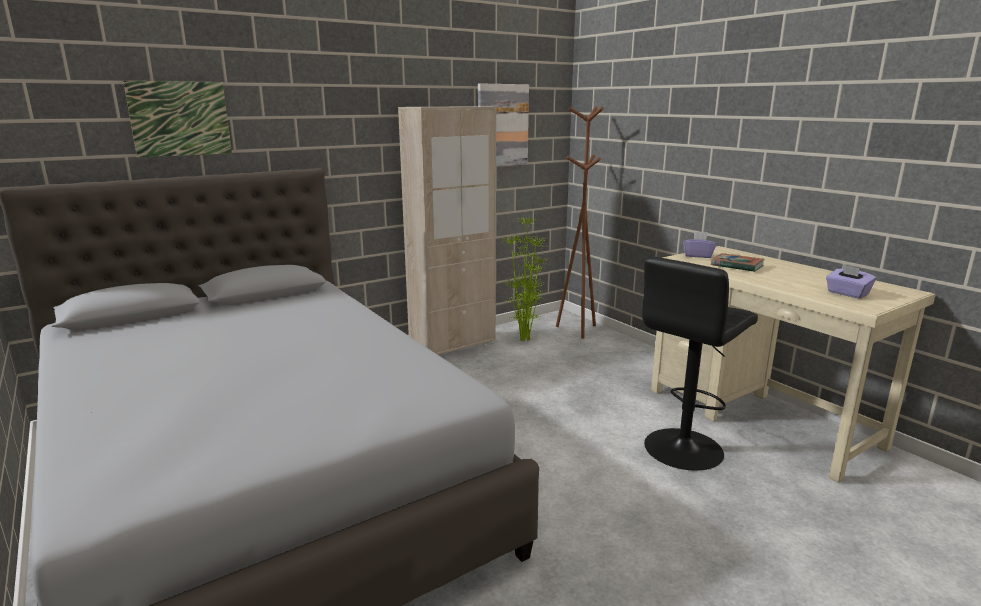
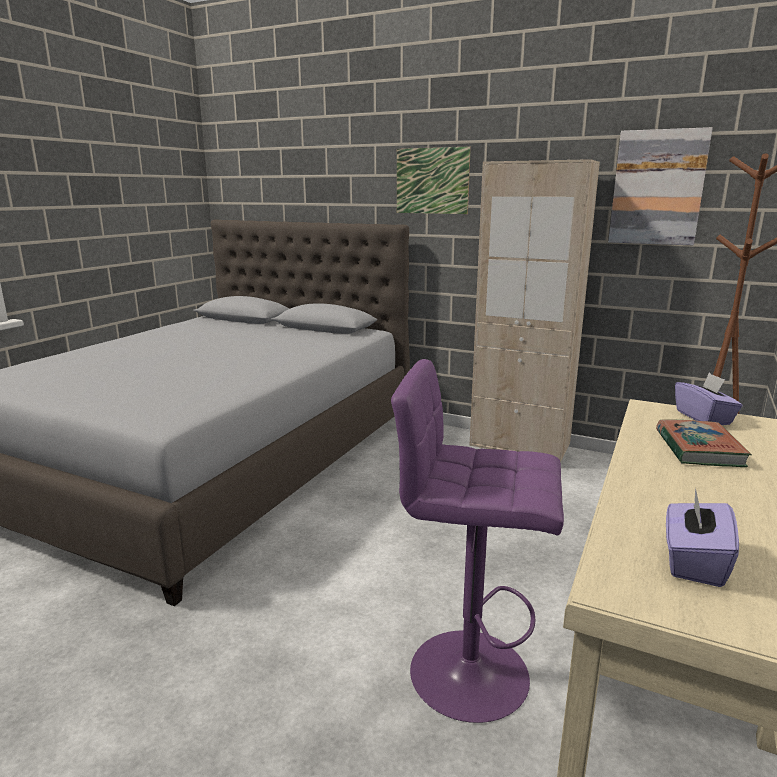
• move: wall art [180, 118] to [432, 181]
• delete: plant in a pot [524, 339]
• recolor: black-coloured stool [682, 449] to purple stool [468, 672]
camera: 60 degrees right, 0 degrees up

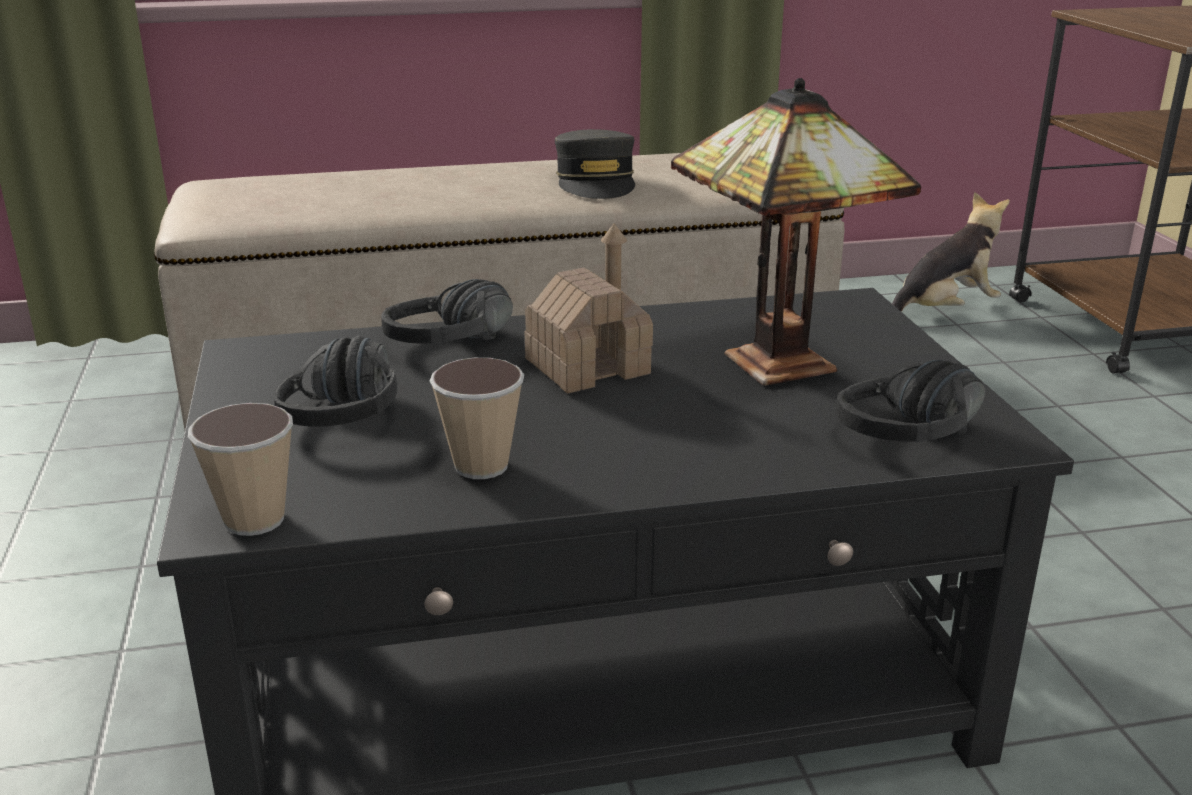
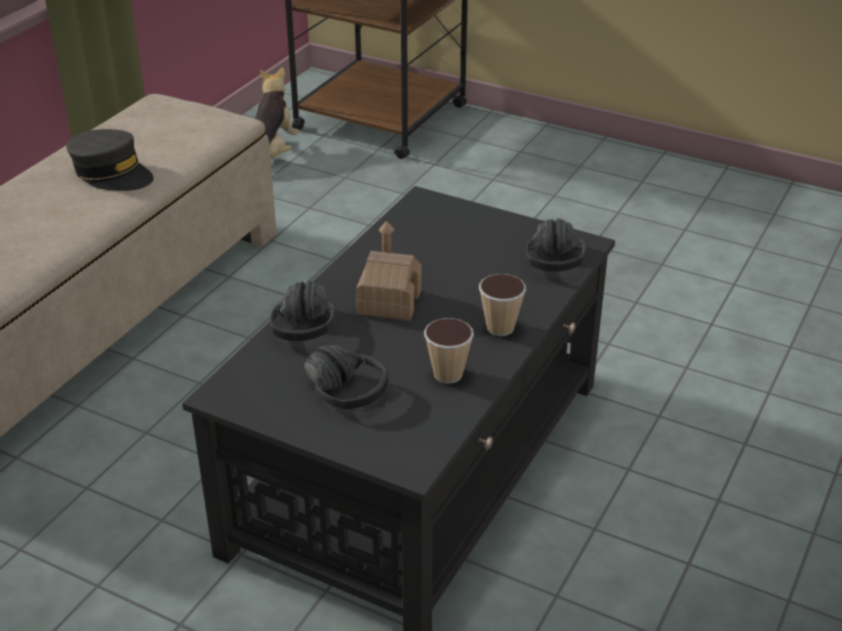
• delete: lamp for a table [771, 361]
• move: cup [254, 520] to [500, 328]
camera: 50 degrees left, 10 degrees up

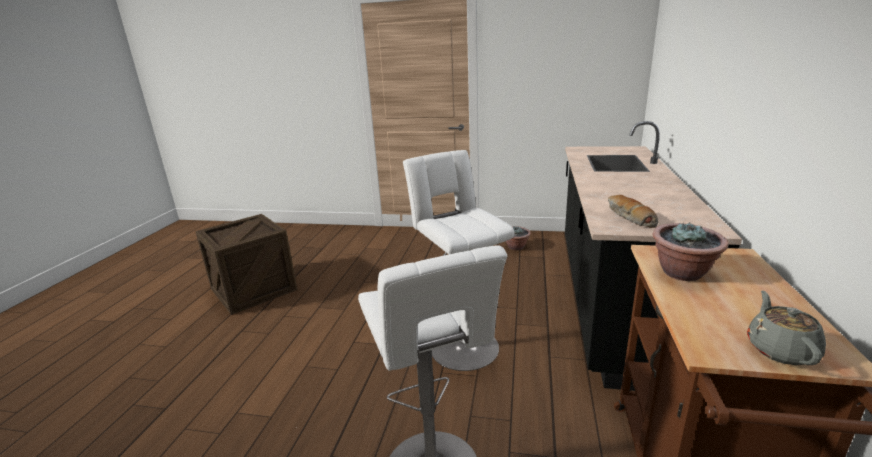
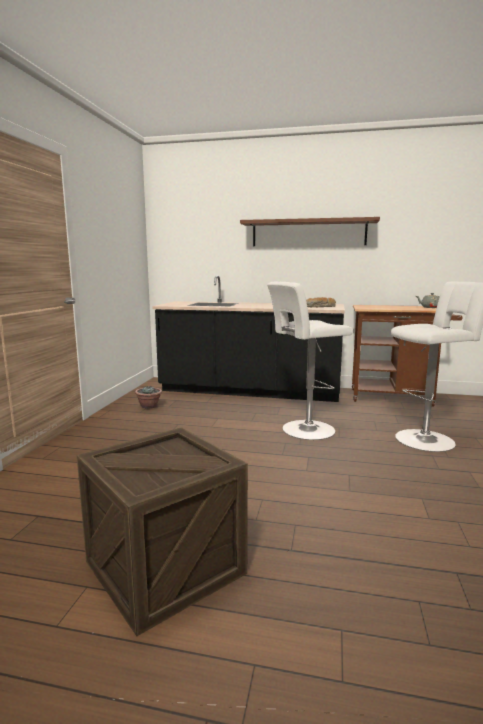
• delete: plant in a pot [683, 273]
• insert: brown-coloured shelf [308, 233]
camera: 90 degrees left, 10 degrees down

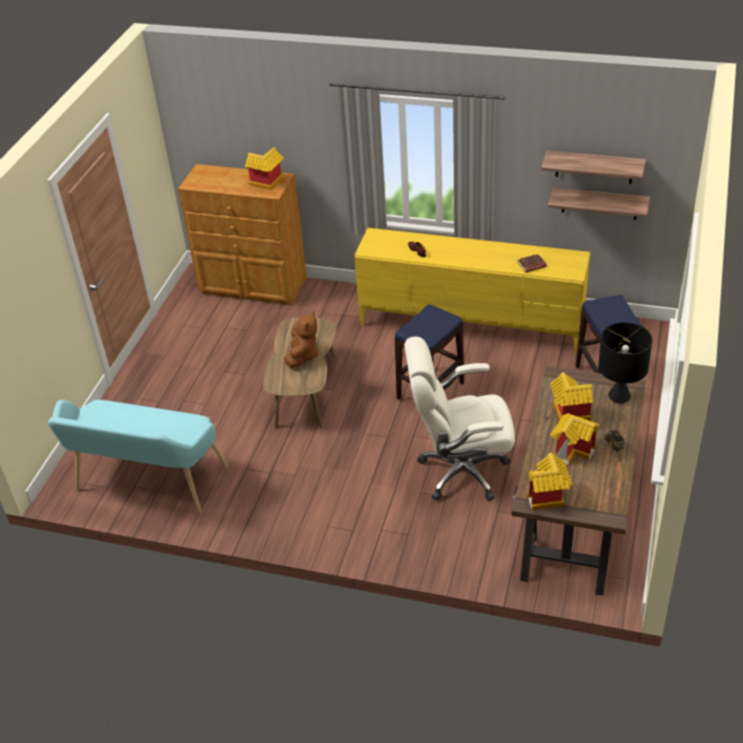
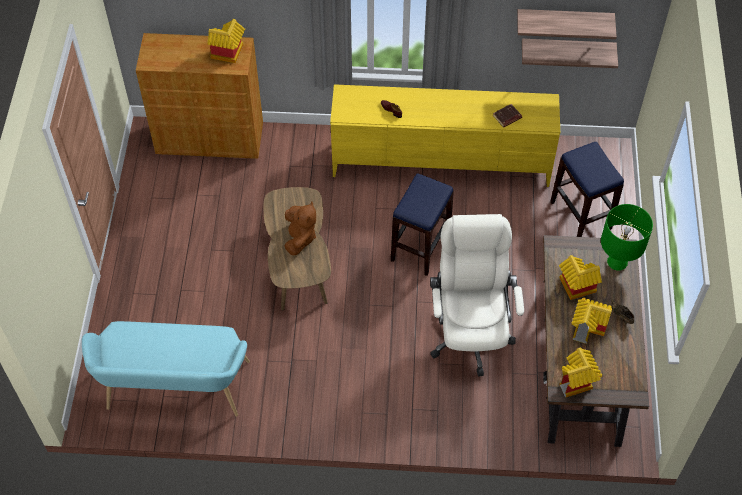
• recolor: black-coloured lamp for a table [619, 397] to green-coloured lamp for a table [617, 263]
• rotate: white office chair [460, 472] = [470, 336] 105 degrees clockwise
camera: 15 degrees left, 15 degrees up

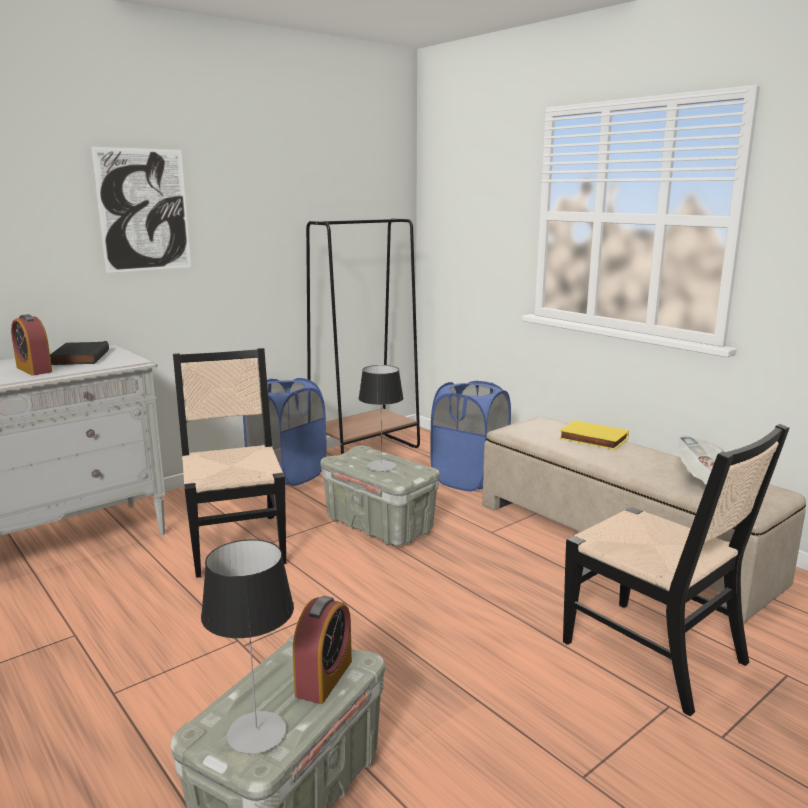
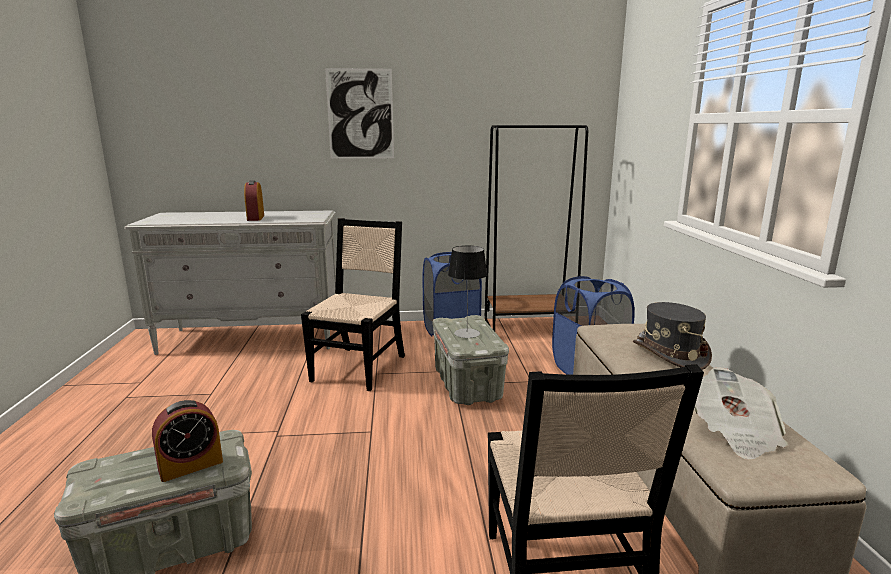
• delete: black-coloured book [79, 357]
• replace: yellow-coloured book [592, 439] to grey clothing hat [669, 354]
• delete: lamp for a table [256, 732]
camera: 35 degrees right, 0 degrees up

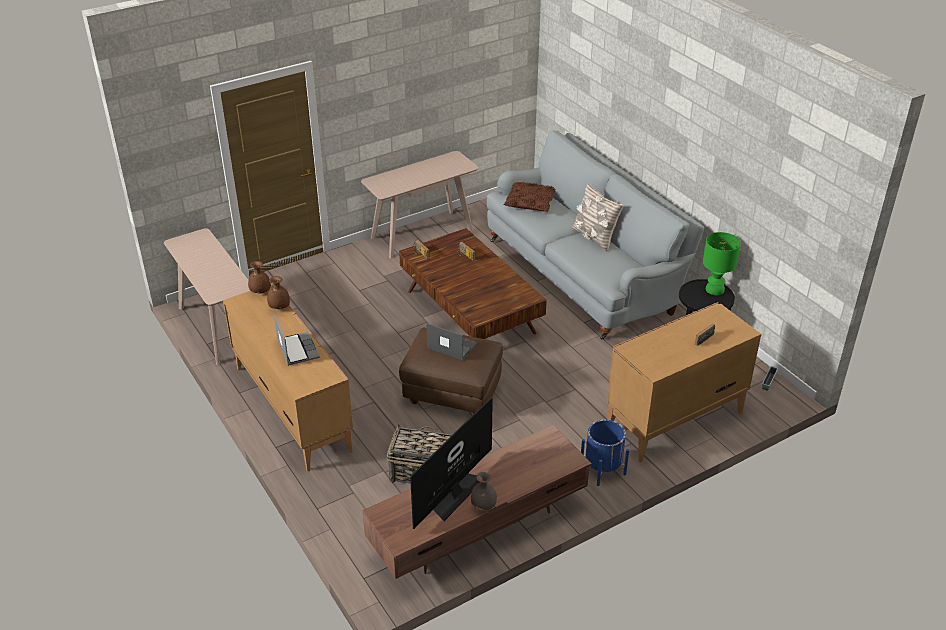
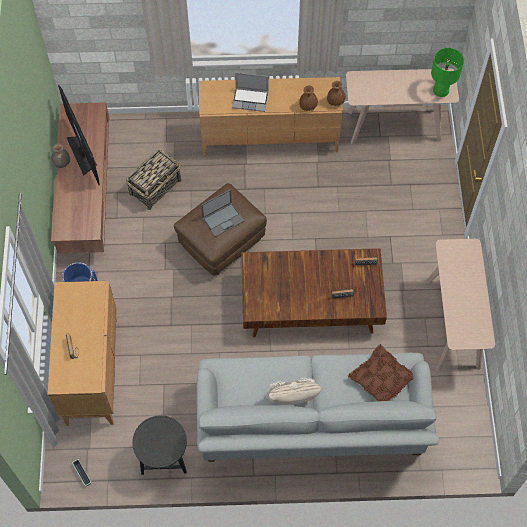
• move: green-coloured lamp for a table [714, 289] to [441, 90]
camera: 120 degrees right, 25 degrees up

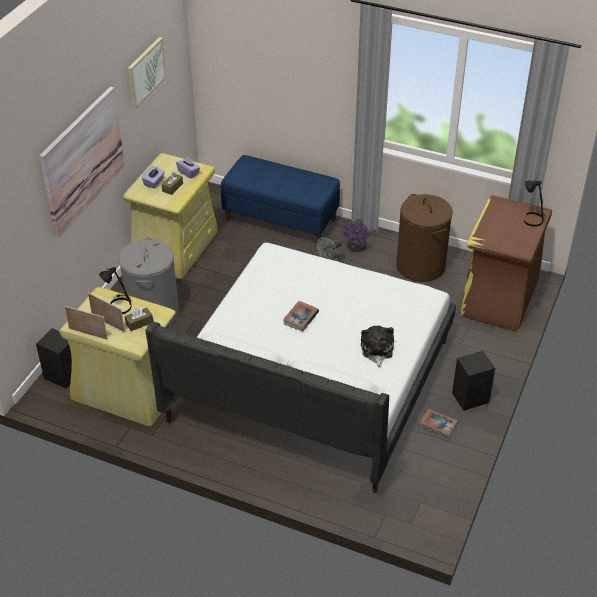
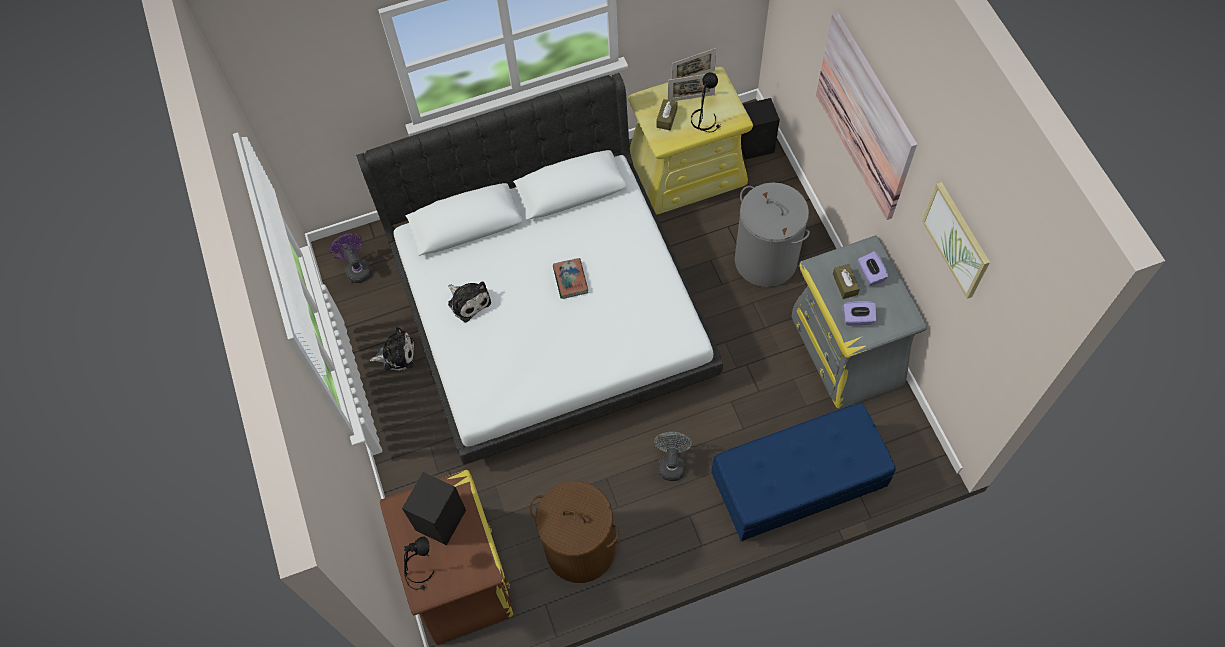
• recolor: yellow-coloured nightstand [177, 248] to grey nightstand [846, 351]
• move: purple fan [356, 248] to [357, 268]
• move: black-coloured audio speaker [471, 397] to [440, 521]
• replace: book [438, 425] to plush toy [396, 354]
camera: 140 degrees right, 20 degrees up

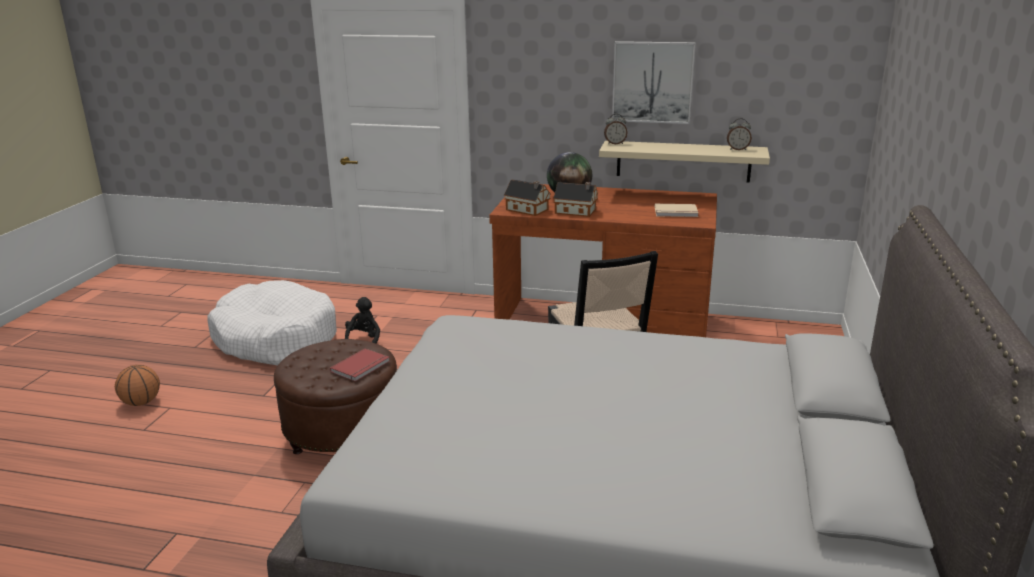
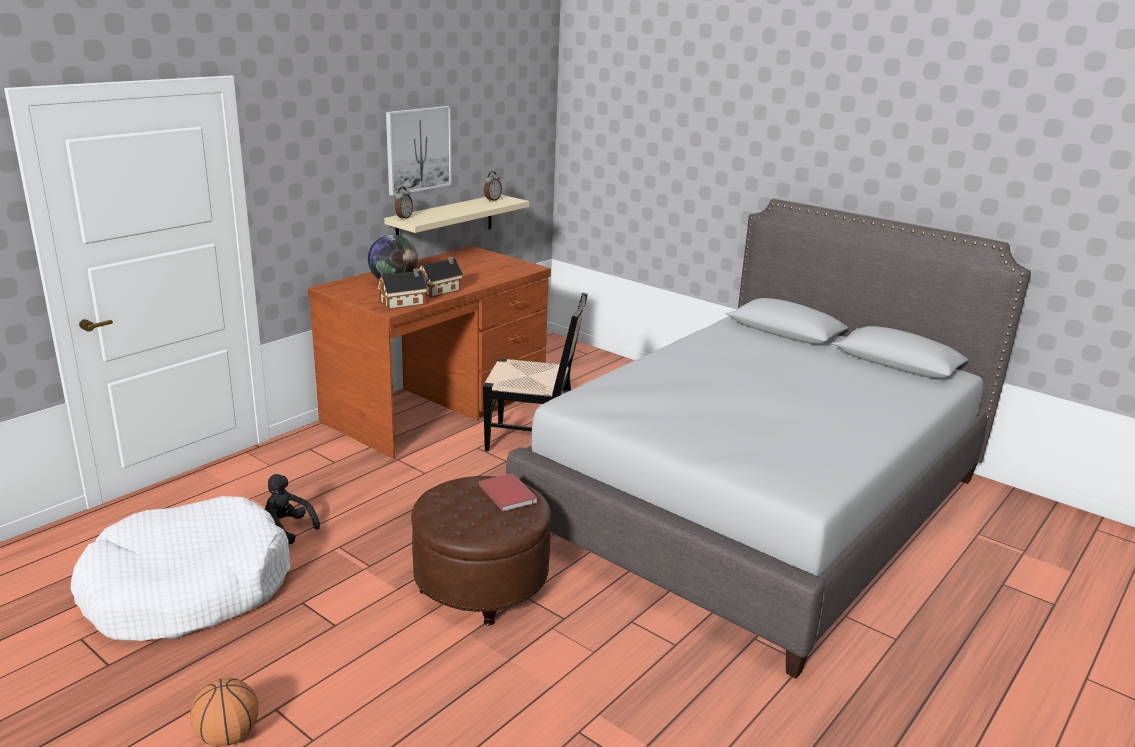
• delete: sand-coloured book [676, 212]
camera: 65 degrees left, 0 degrees up

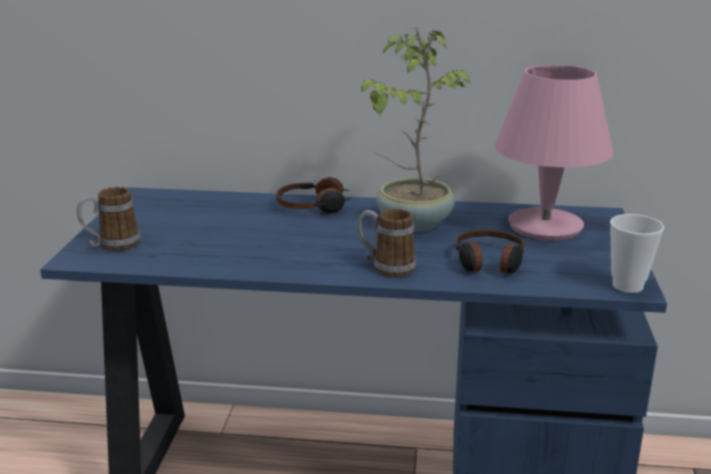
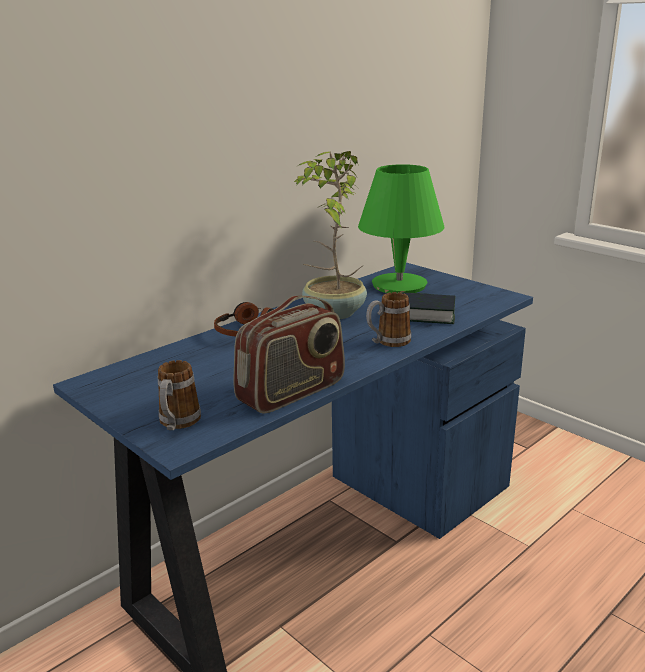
• recolor: pink lamp for a table [546, 226] to green-coloured lamp for a table [400, 285]
• delete: cup [627, 286]
• replace: pair of headphones [489, 262] to book [425, 314]
• insert: radio set [292, 392]
camera: 50 degrees left, 0 degrees up

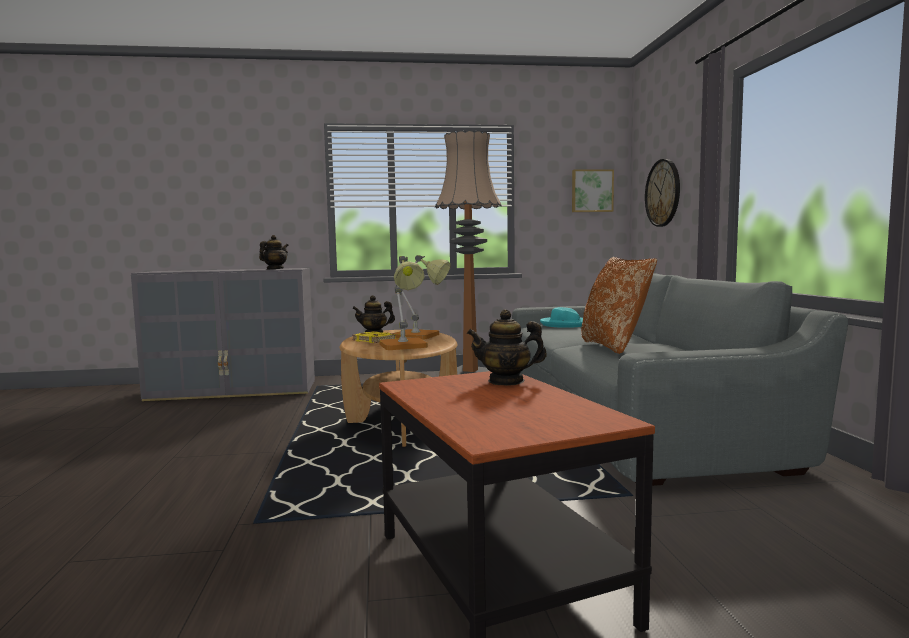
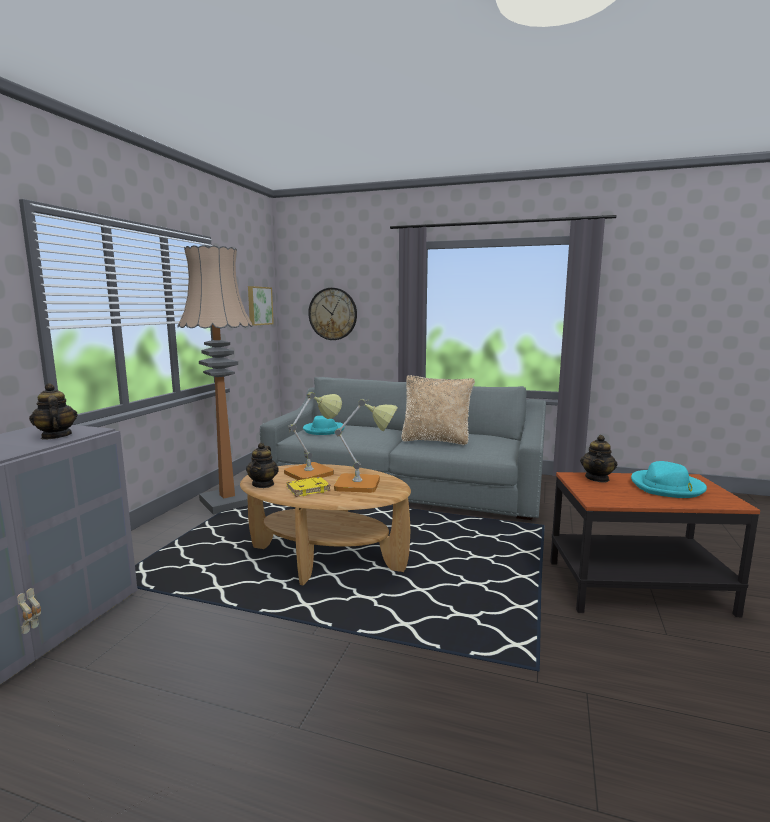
• recolor: orangey cushion [613, 348] to sand-coloured cushion [436, 441]
• insert: blue-green clothing hat [667, 487]
camera: 65 degrees left, 5 degrees up

